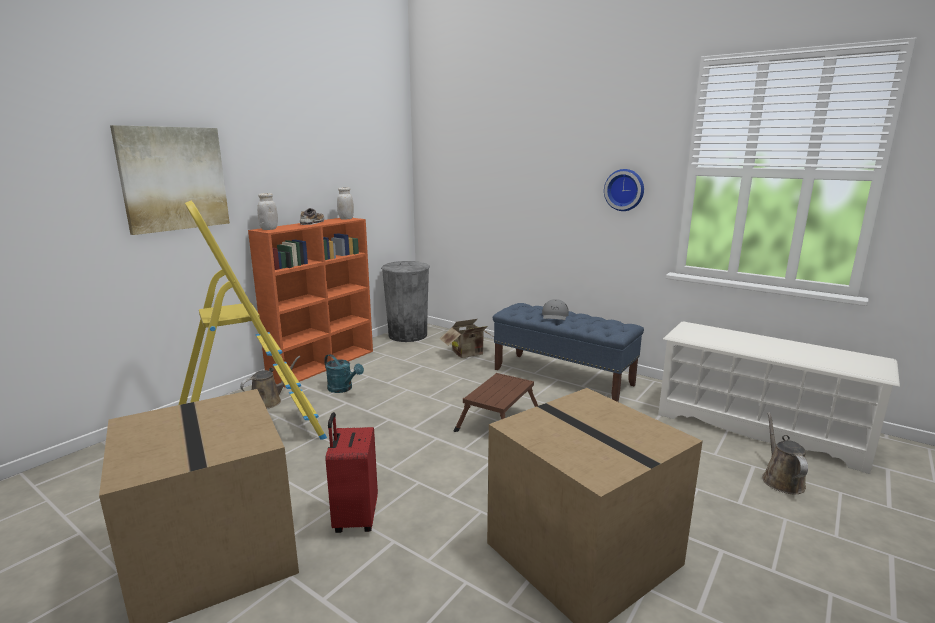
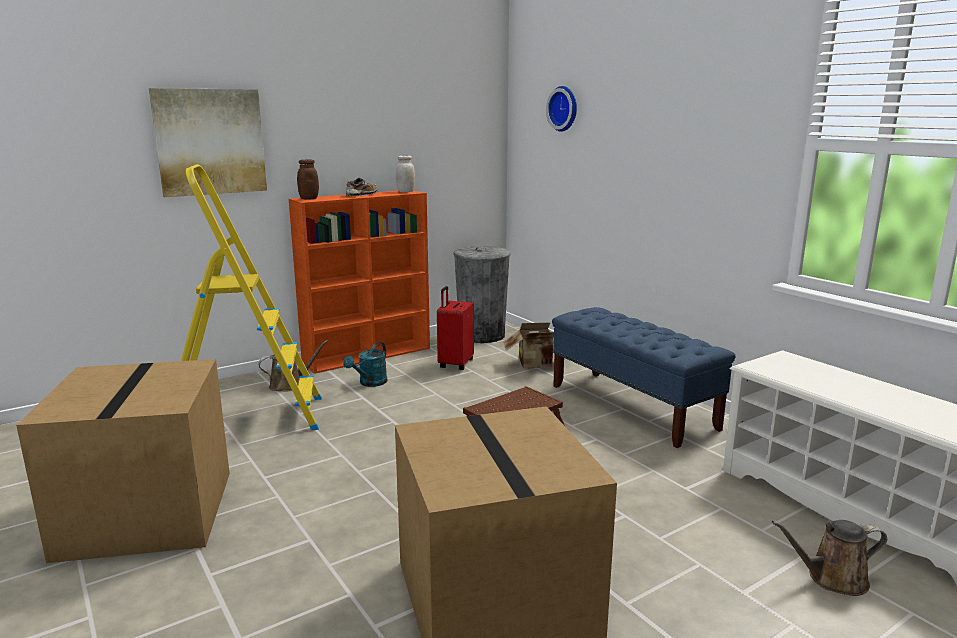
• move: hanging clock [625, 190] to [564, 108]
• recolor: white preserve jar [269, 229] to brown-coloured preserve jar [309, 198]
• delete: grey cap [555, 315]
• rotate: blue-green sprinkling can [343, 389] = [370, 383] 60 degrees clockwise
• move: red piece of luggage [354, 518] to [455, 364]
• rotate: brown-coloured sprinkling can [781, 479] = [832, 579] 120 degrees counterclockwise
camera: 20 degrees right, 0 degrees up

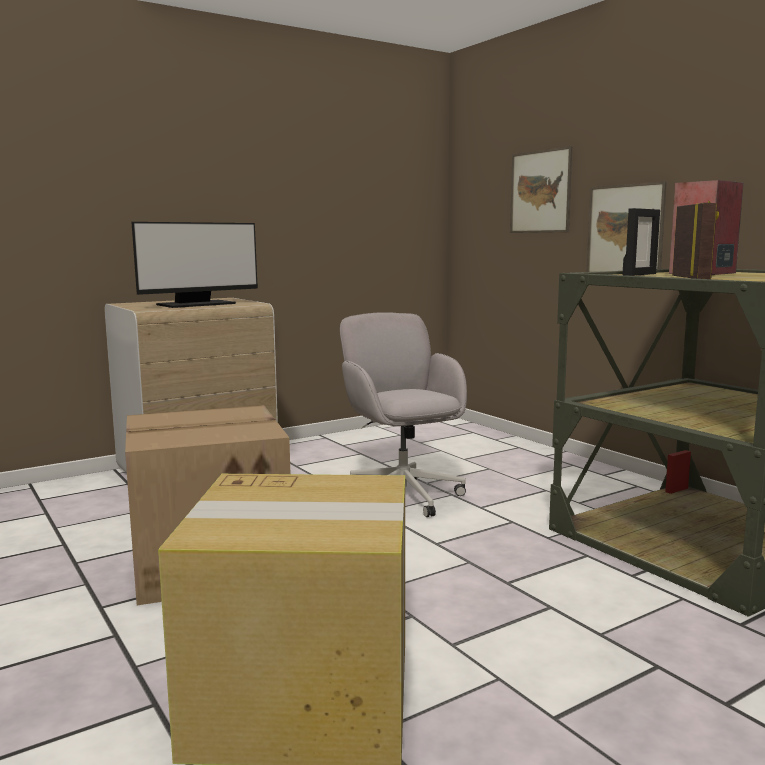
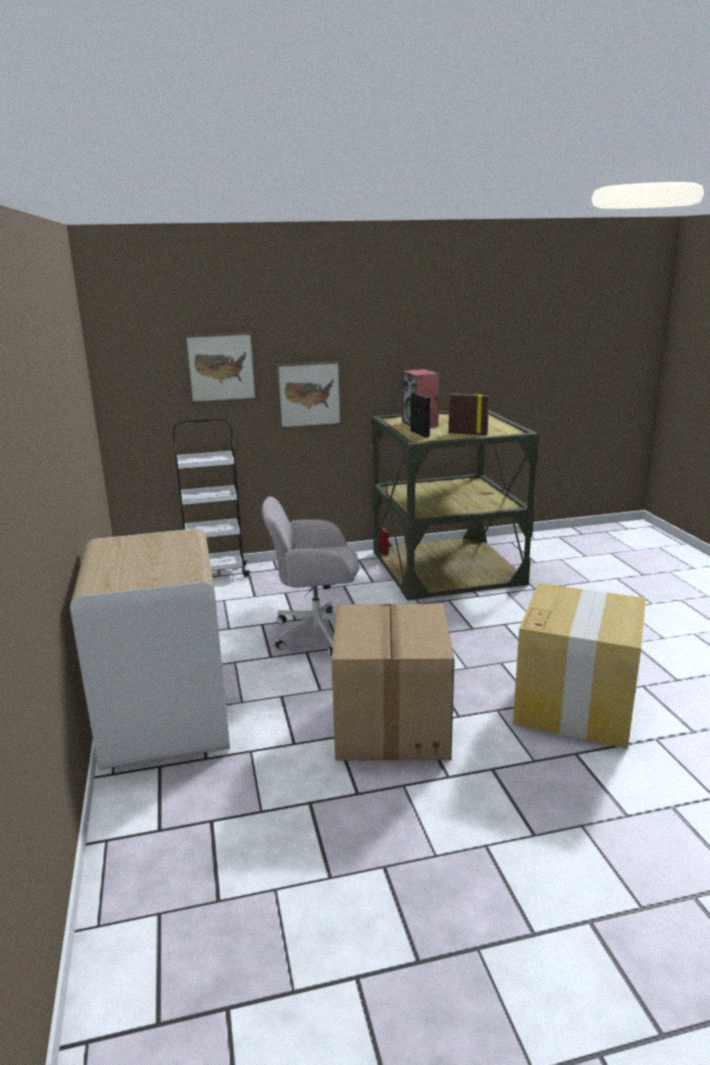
• delete: computer display [197, 304]
• insert: white cart [217, 574]
camera: 70 degrees left, 10 degrees up

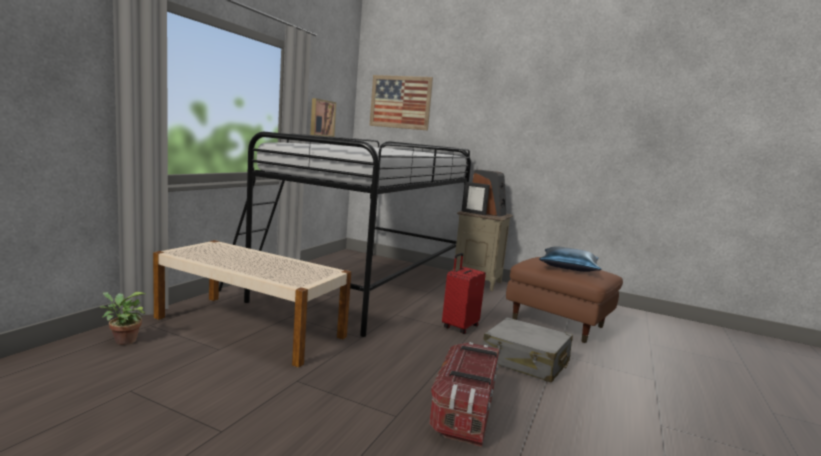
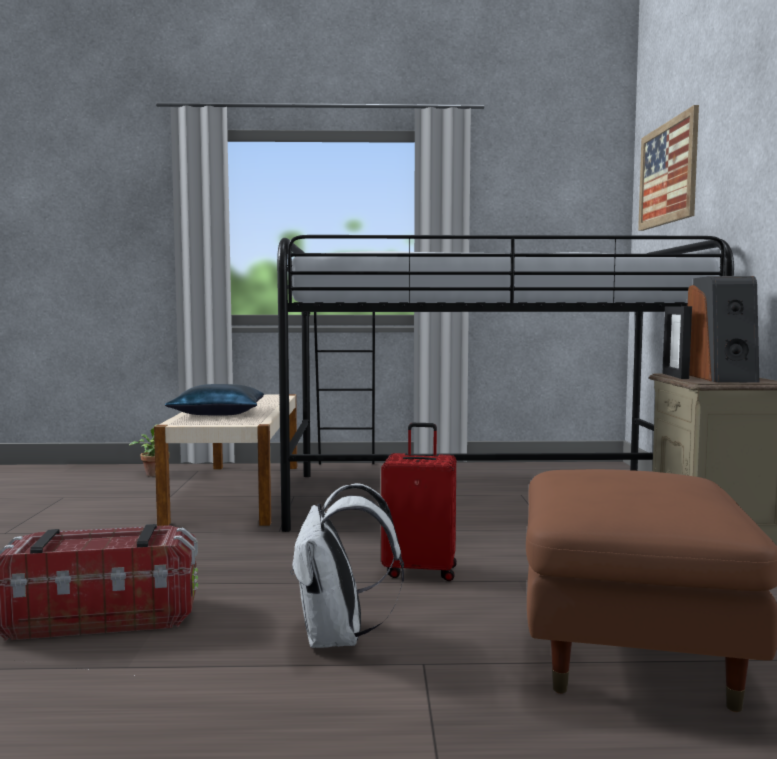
• delete: wall art [321, 118]
• move: blue cushion [569, 267] to [217, 413]
• replace: grey piece of luggage [525, 361] to white backpack [339, 638]
camera: 65 degrees right, 5 degrees down

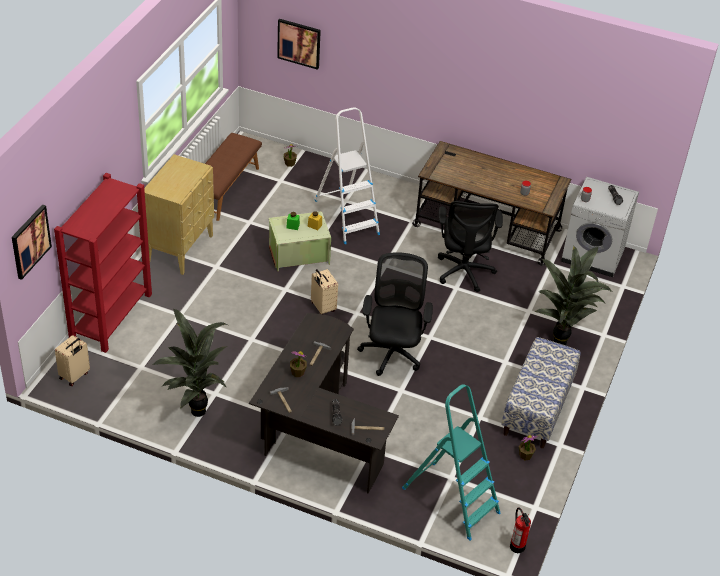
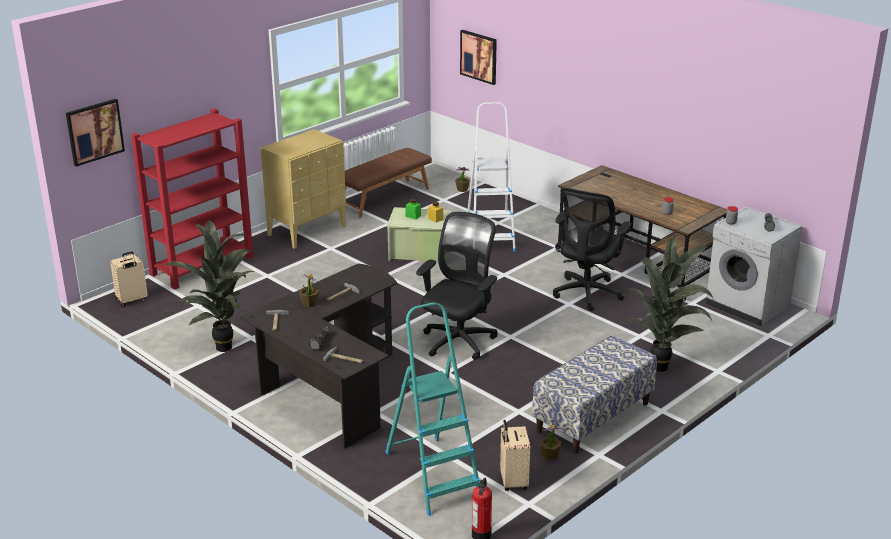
• move: sand-coloured piece of luggage [322, 307] to [512, 482]
camera: 25 degrees right, 15 degrees down

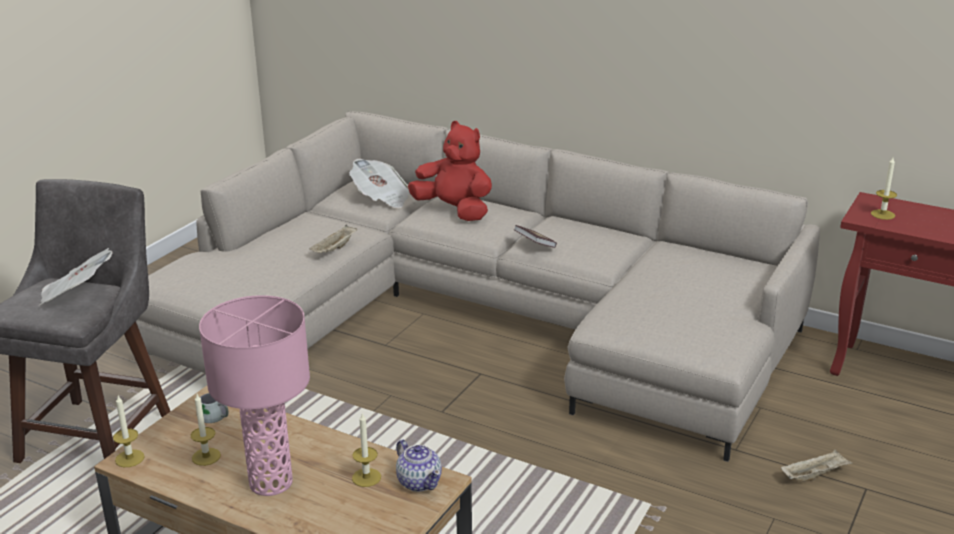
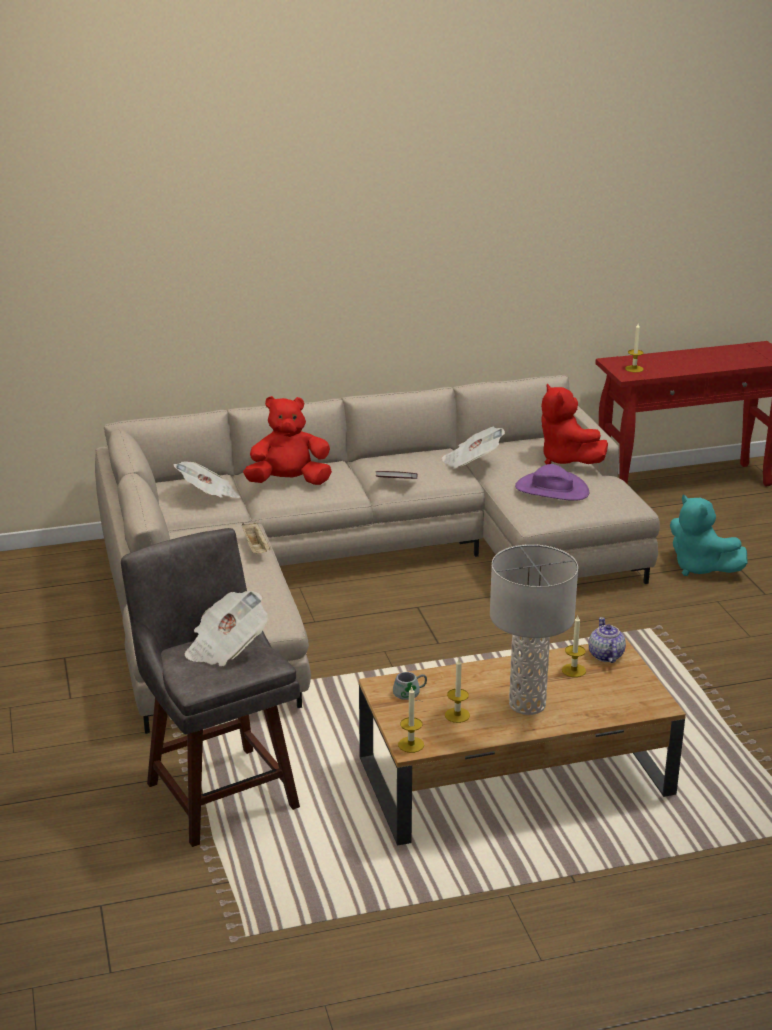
• recolor: pink lamp for a table [271, 482] to white lamp for a table [527, 704]
• rotate: tea pot [419, 481] = [605, 655] 105 degrees counterclockwise
• replace: sand-coloured tray [814, 475] to blue-green plush toy [700, 568]
• insert: red plush toy [566, 459]
• insert: printed paper [471, 462]
• insert: purple clothing hat [551, 490]
camera: 45 degrees left, 0 degrees up

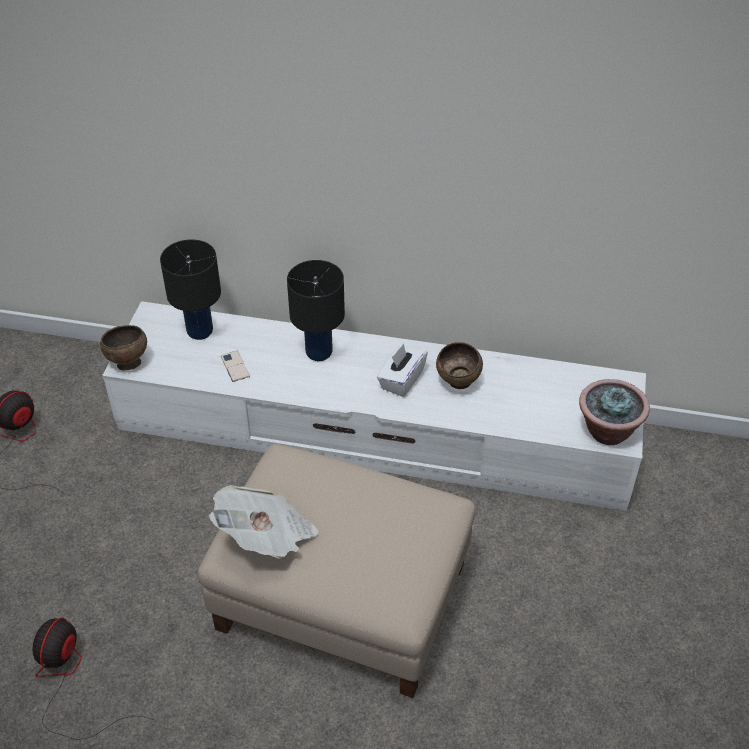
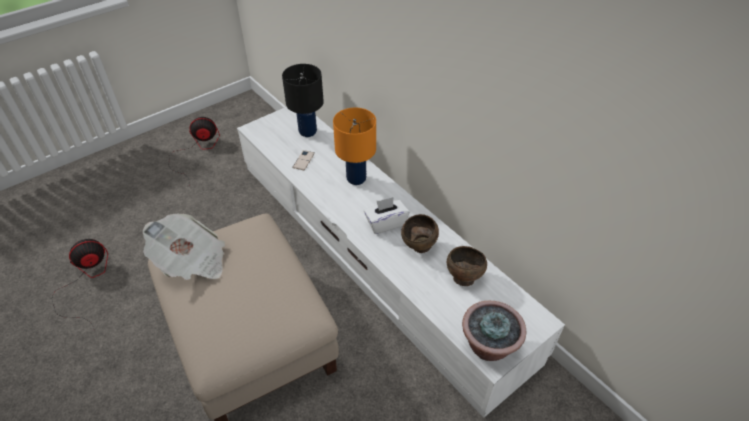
• recolor: black-coloured lamp for a table [318, 352] to orangey lamp for a table [356, 178]
• move: brown-coloured bowl [127, 363] to [463, 278]
camera: 40 degrees right, 0 degrees up

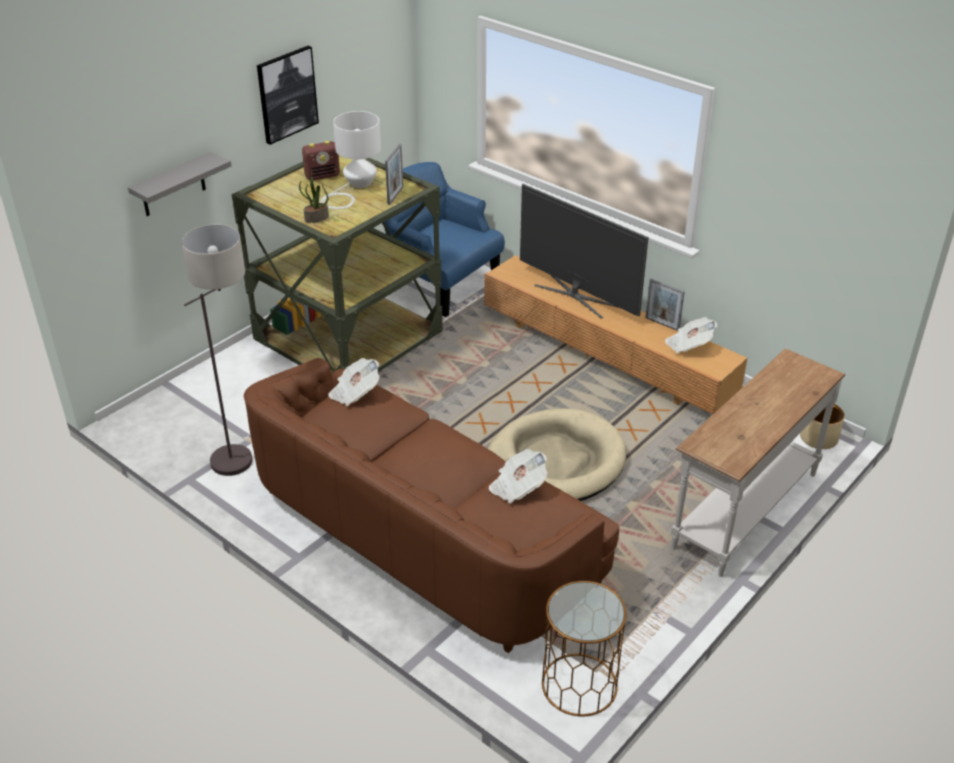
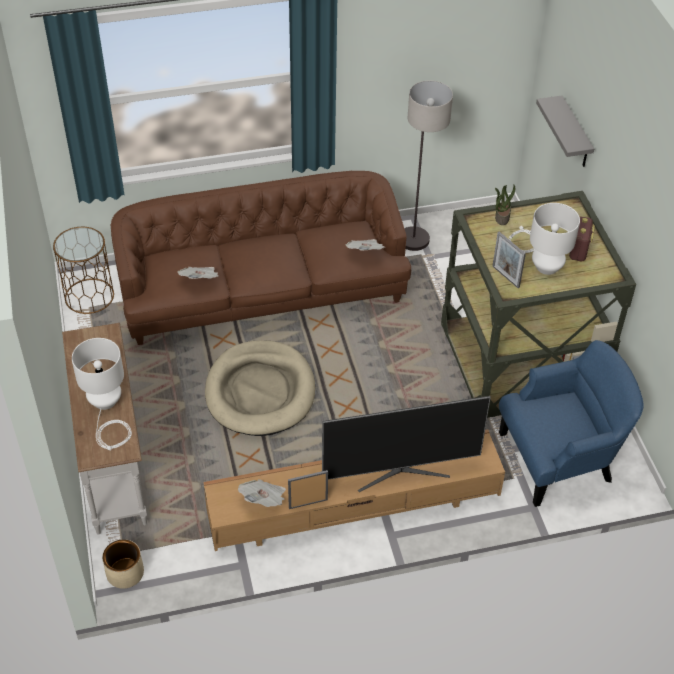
• delete: wall art [287, 94]
• insert: white lamp for a table [108, 414]
camera: 125 degrees right, 10 degrees up

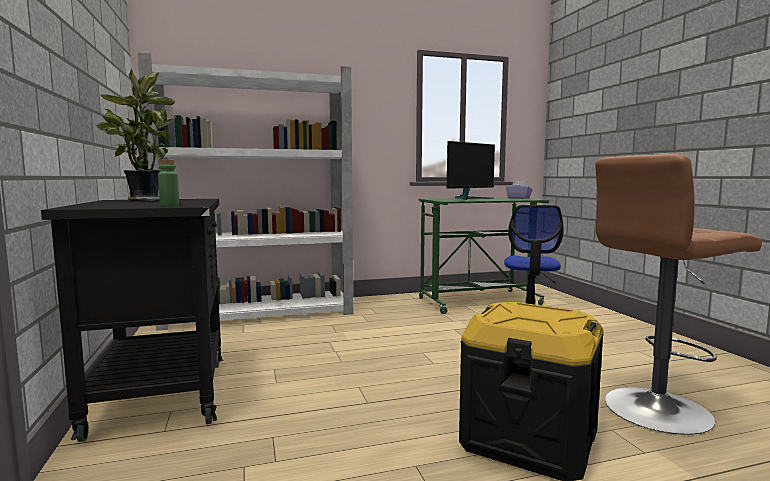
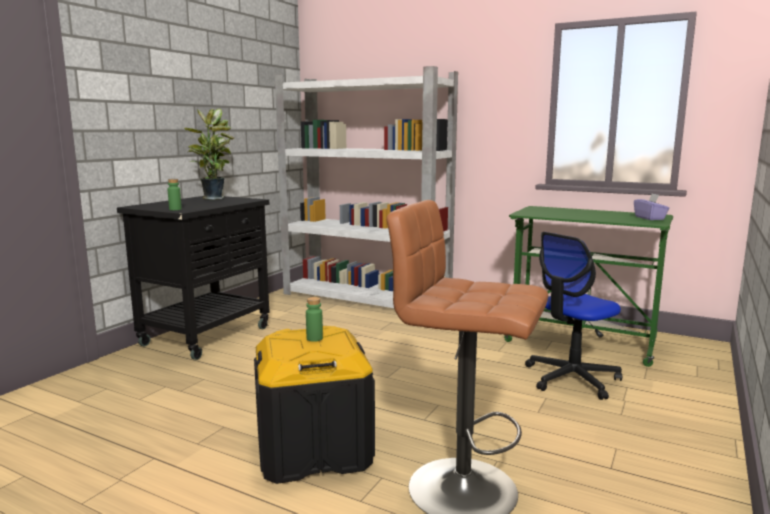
• delete: computer display [469, 198]
• insert: green-coloured drink bottle [314, 338]
camera: 45 degrees right, 5 degrees up

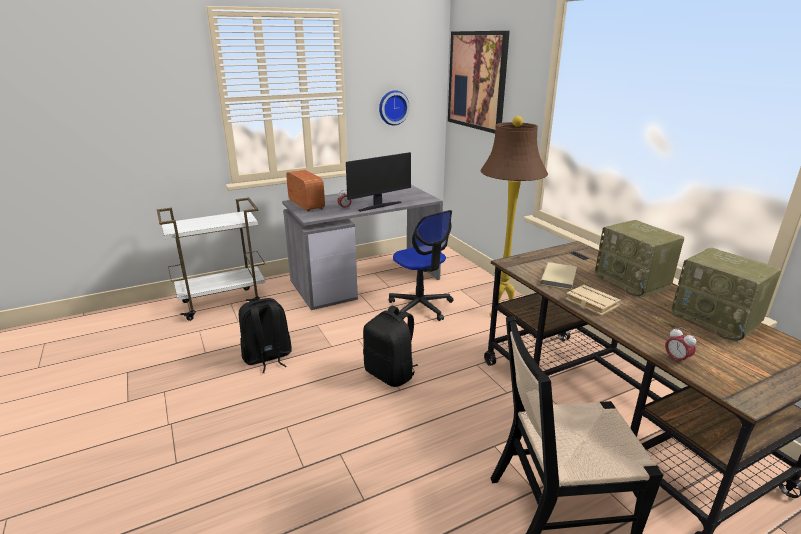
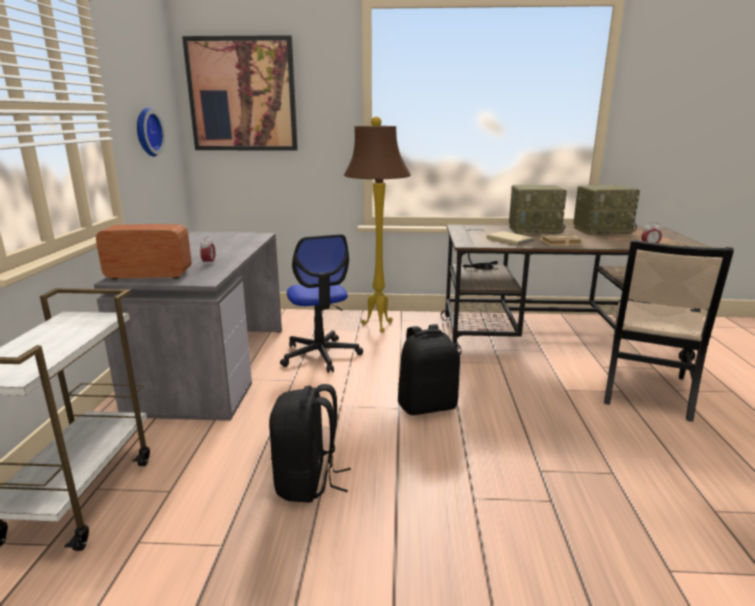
• delete: computer display [379, 206]
• rotate: office chair [420, 307] = [320, 355] 75 degrees clockwise
camera: 60 degrees left, 5 degrees down

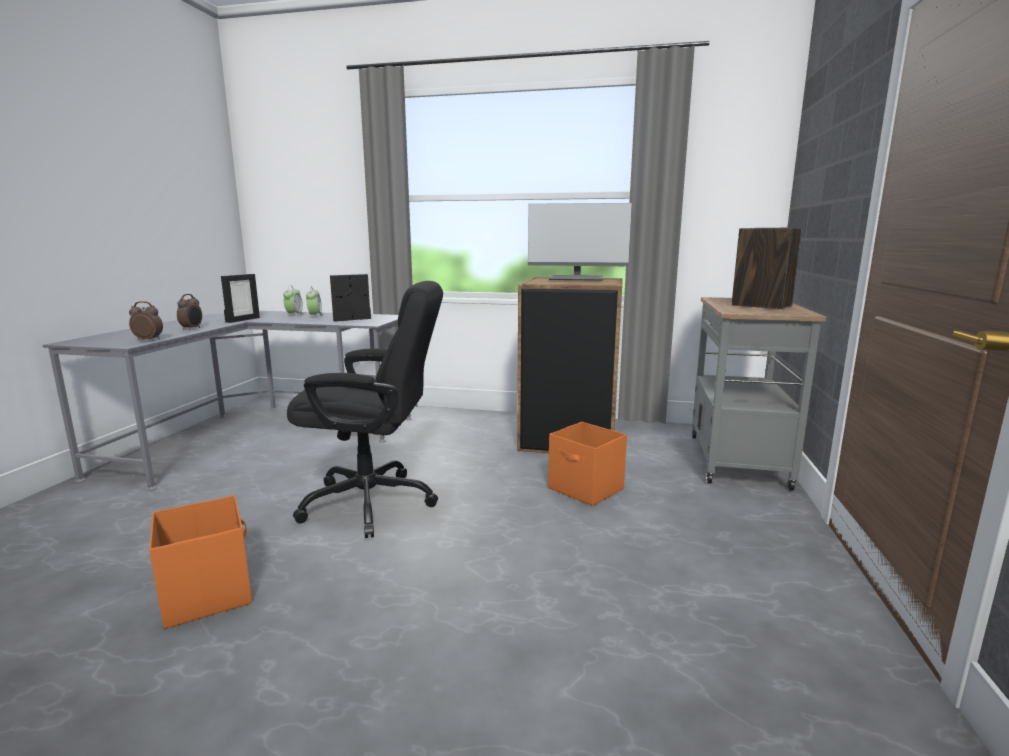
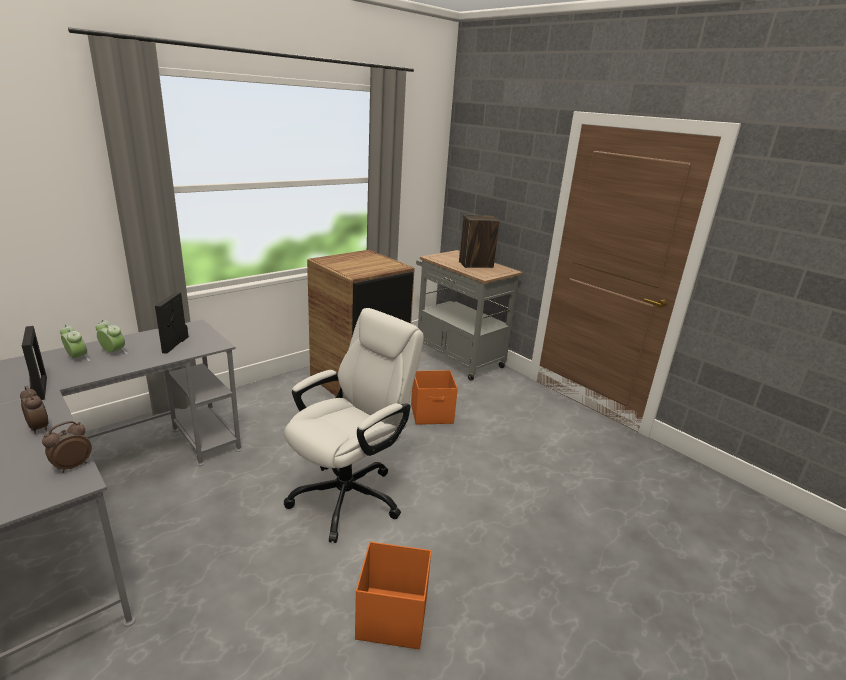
• delete: computer display [576, 279]
• recolor: black-coloured office chair [376, 504] to white office chair [350, 496]
camera: 55 degrees left, 10 degrees up

